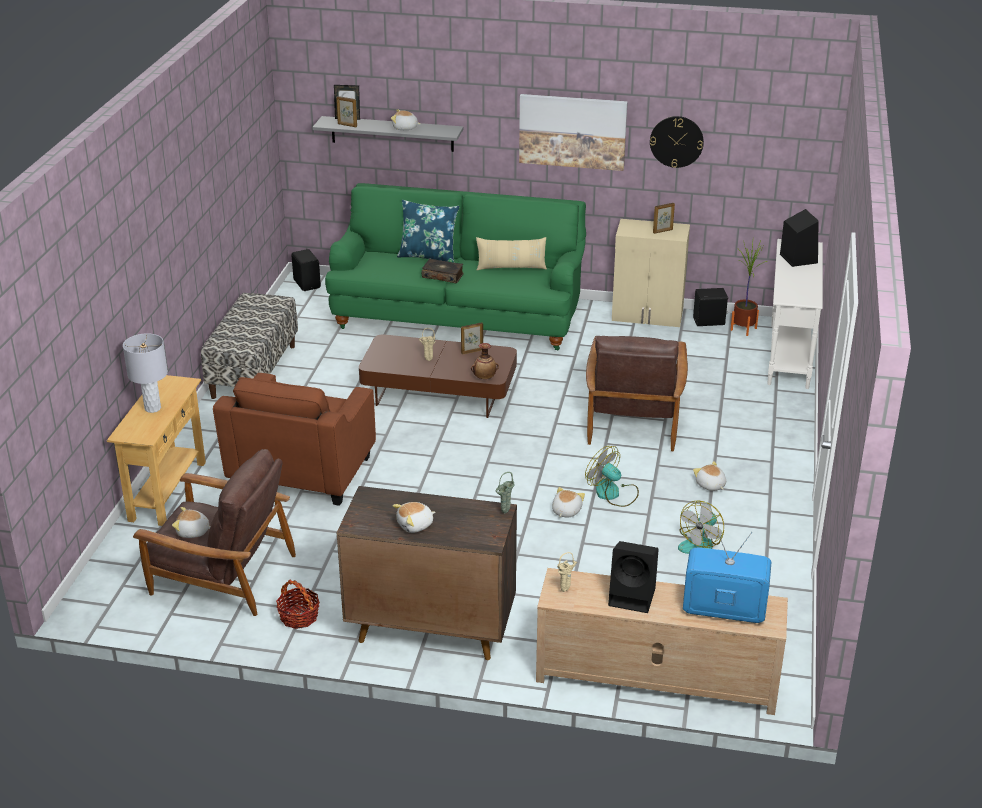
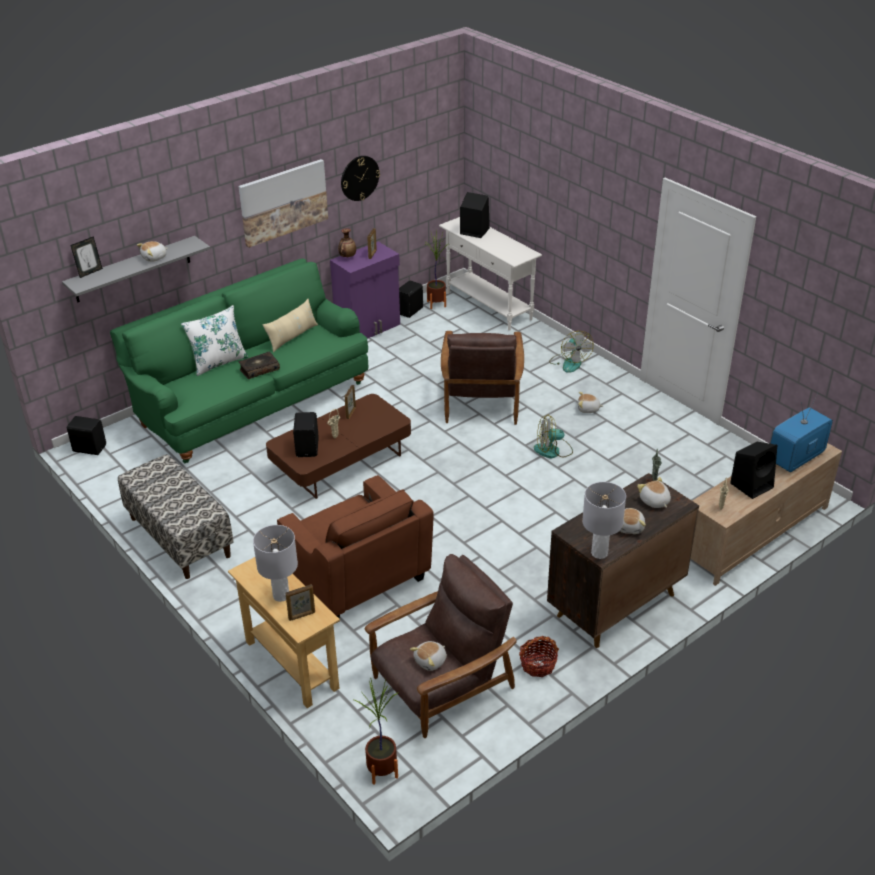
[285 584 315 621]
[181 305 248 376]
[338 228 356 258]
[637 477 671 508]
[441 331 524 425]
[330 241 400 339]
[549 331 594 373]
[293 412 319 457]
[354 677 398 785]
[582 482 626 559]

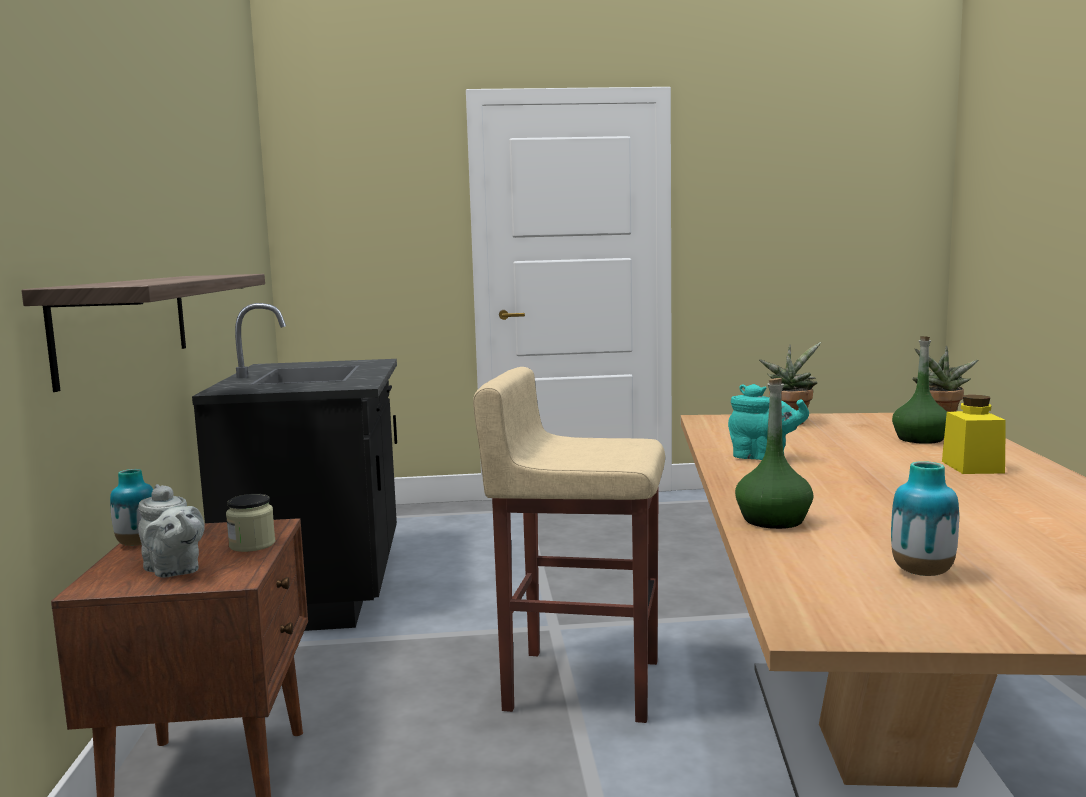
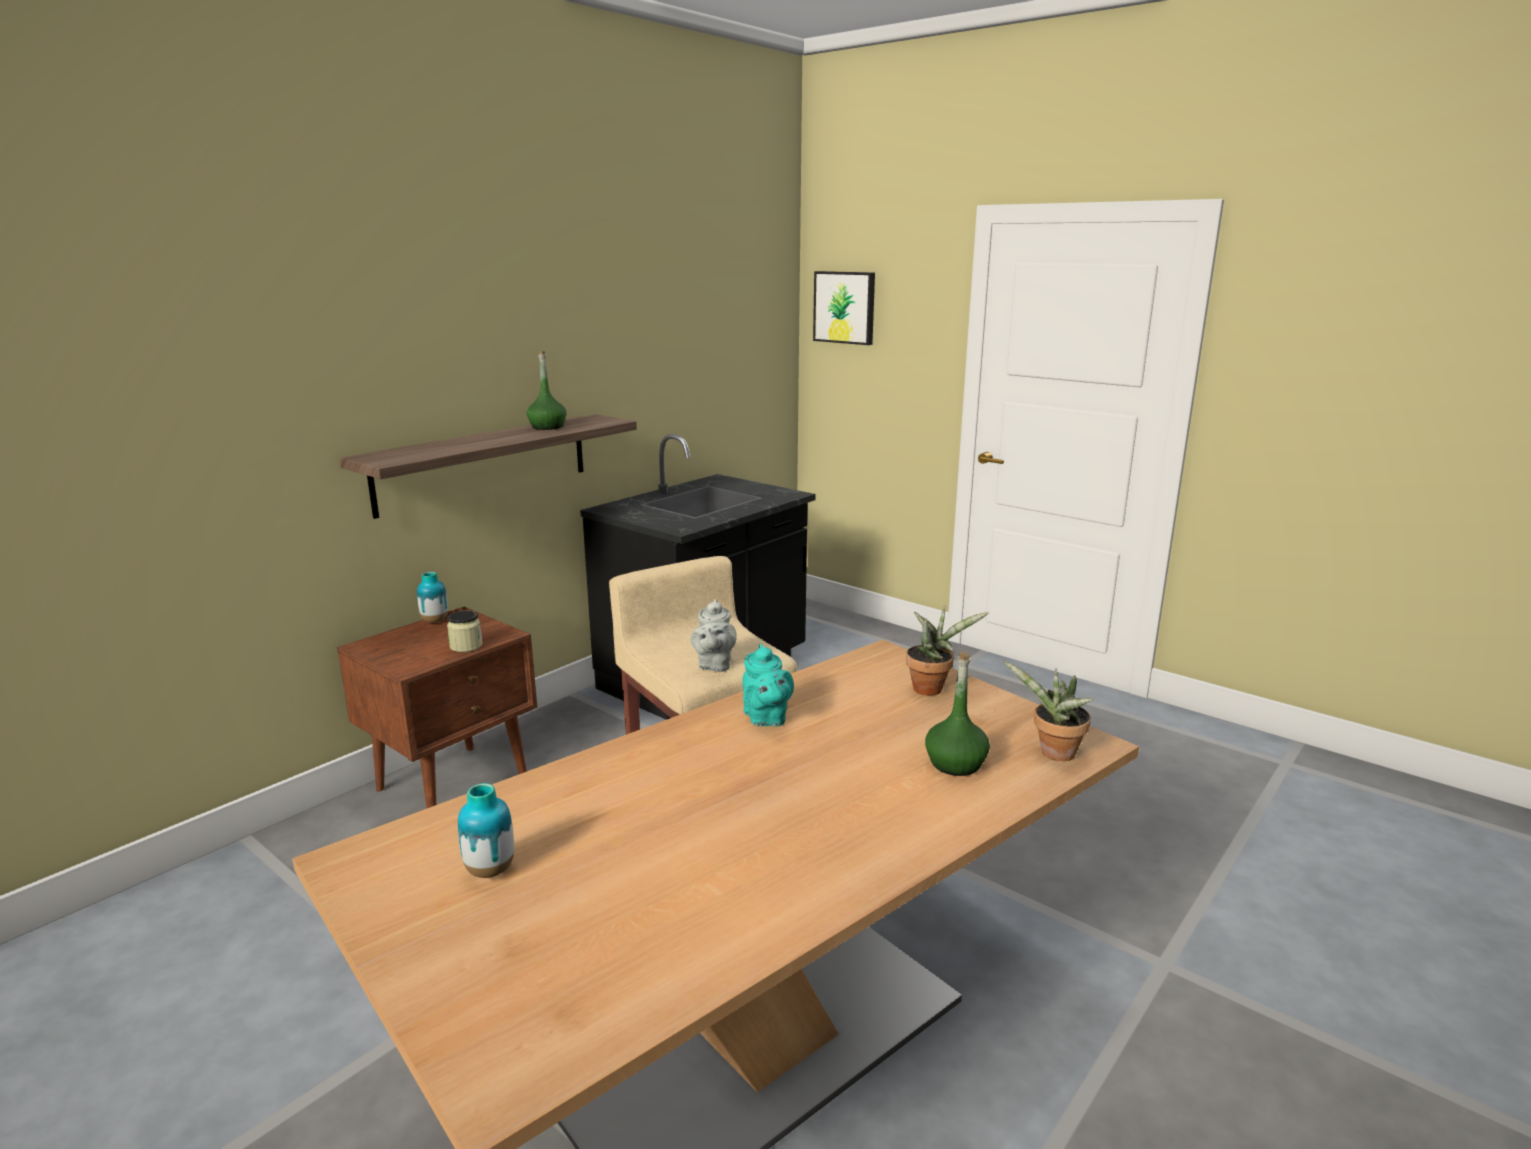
[691 599 737 672]
[526 351 567 430]
[942 395 1006 474] (first image)
[813 271 875 345]

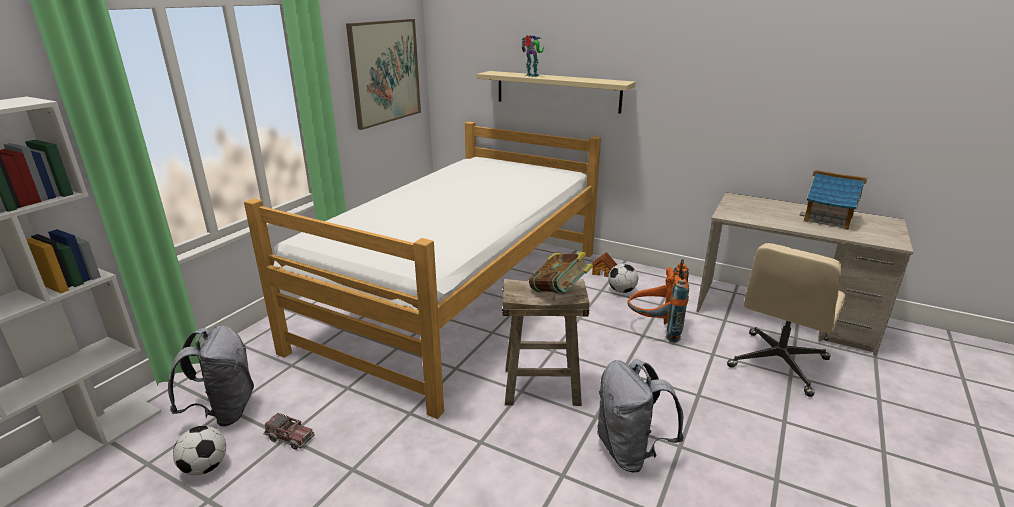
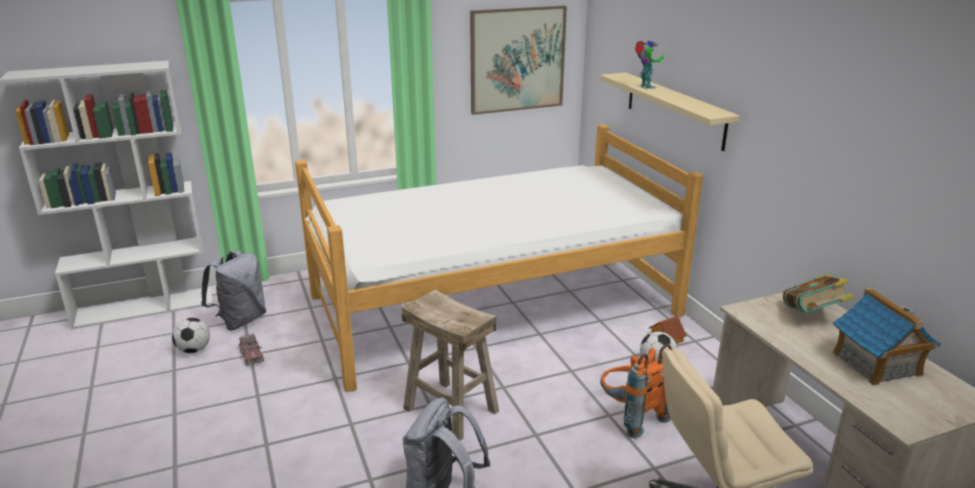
[783 274 854 313]

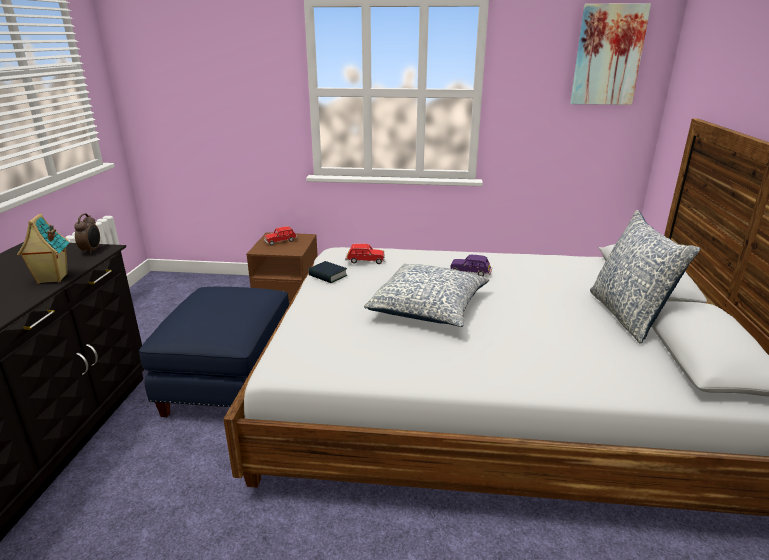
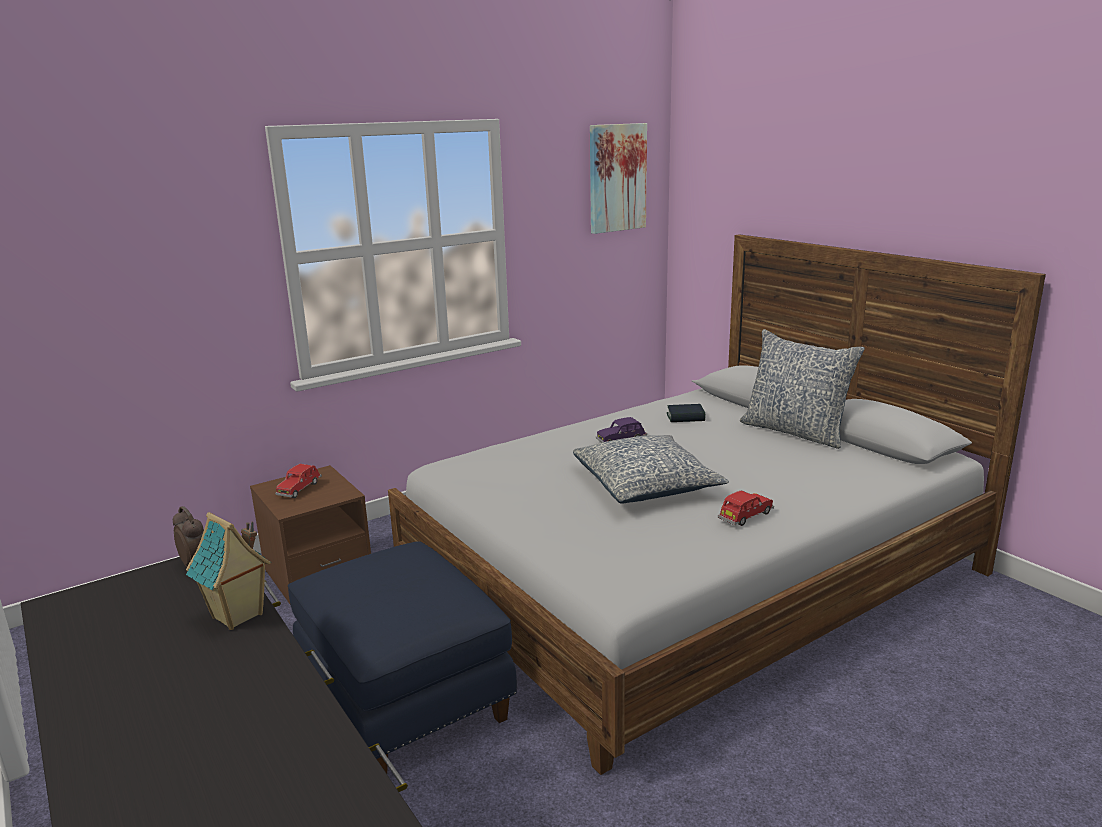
[667 404 705 422]
[718 490 774 526]

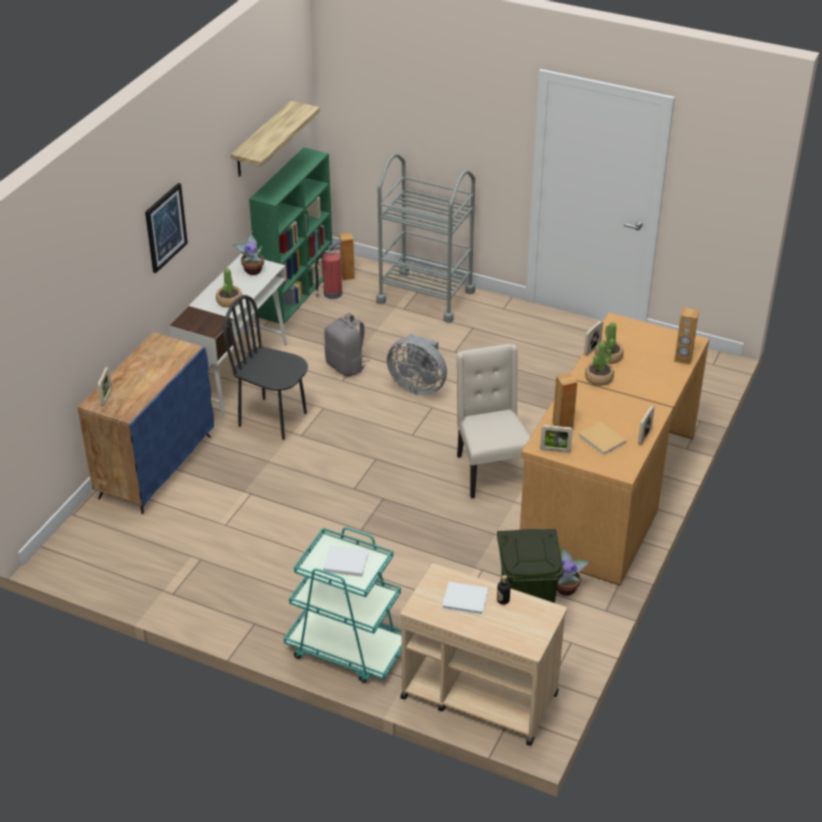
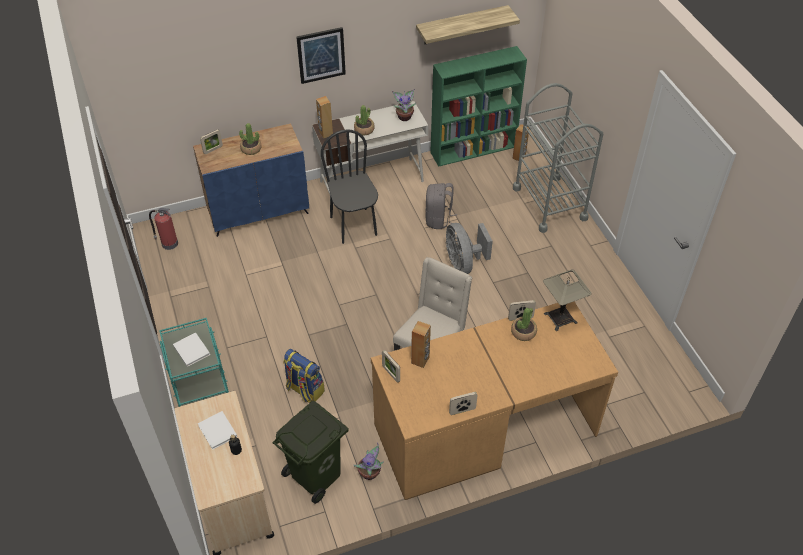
[149 208 178 250]
[578 422 626 456] (first image)
[239 123 262 155]
[316 96 333 139]
[283 349 325 403]
[543 270 592 331]

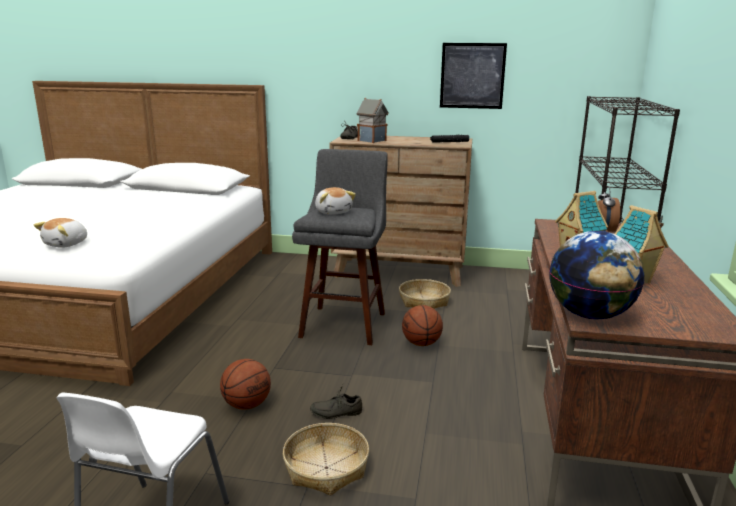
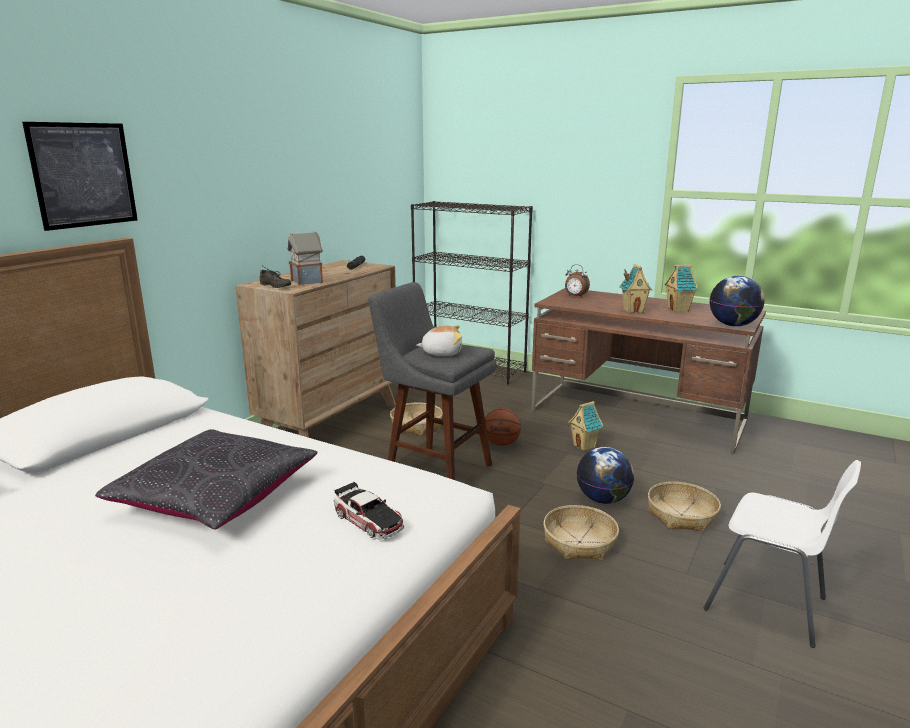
[334 482 404 540]
[544 505 619 560]
[577 447 634 504]
[22 122 138 231]
[95 429 318 530]
[568 401 603 451]

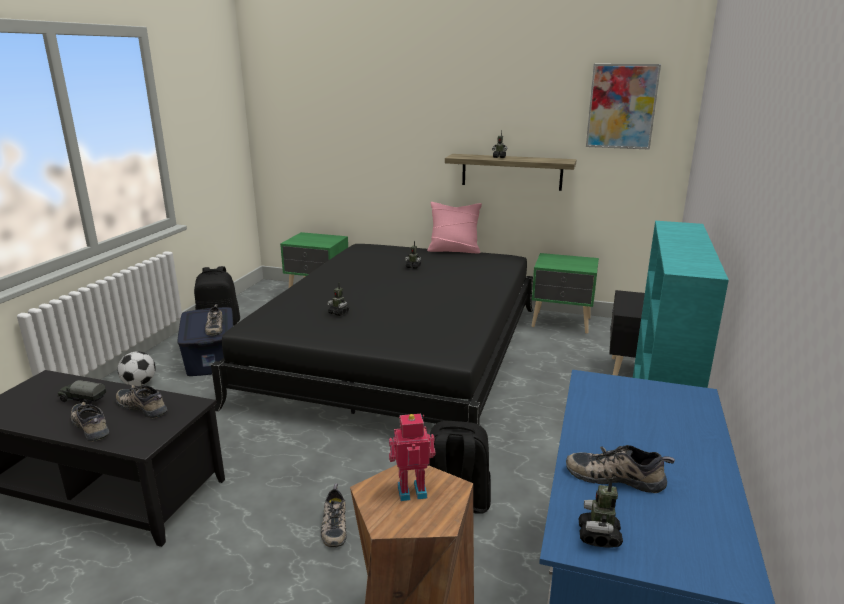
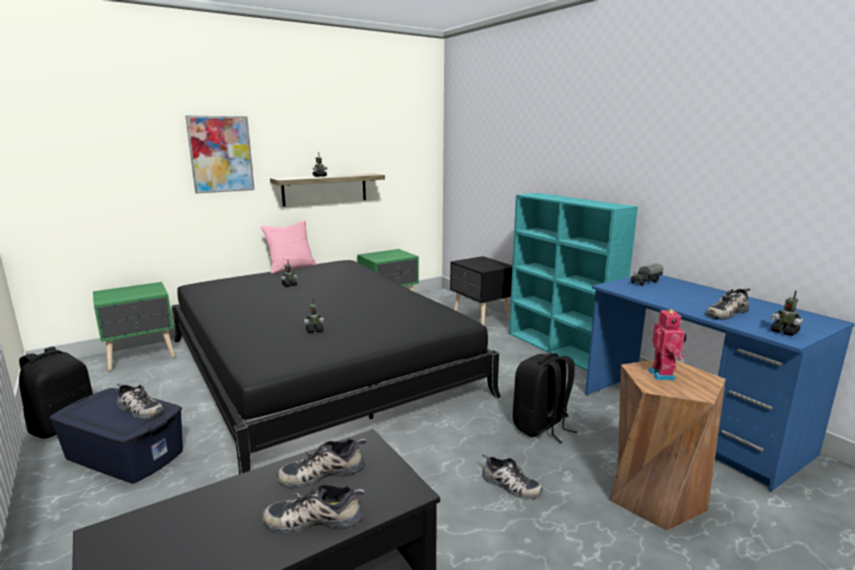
[630 264 663 286]
[117 351 156 386] (first image)
[648 308 687 380]
[185 115 255 193]

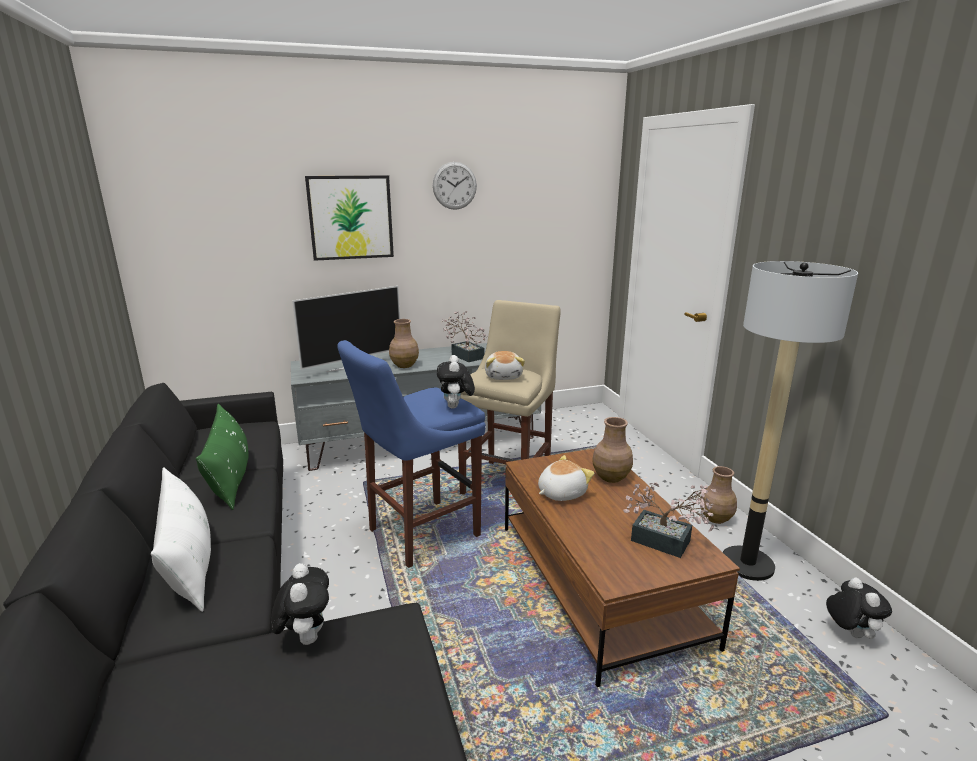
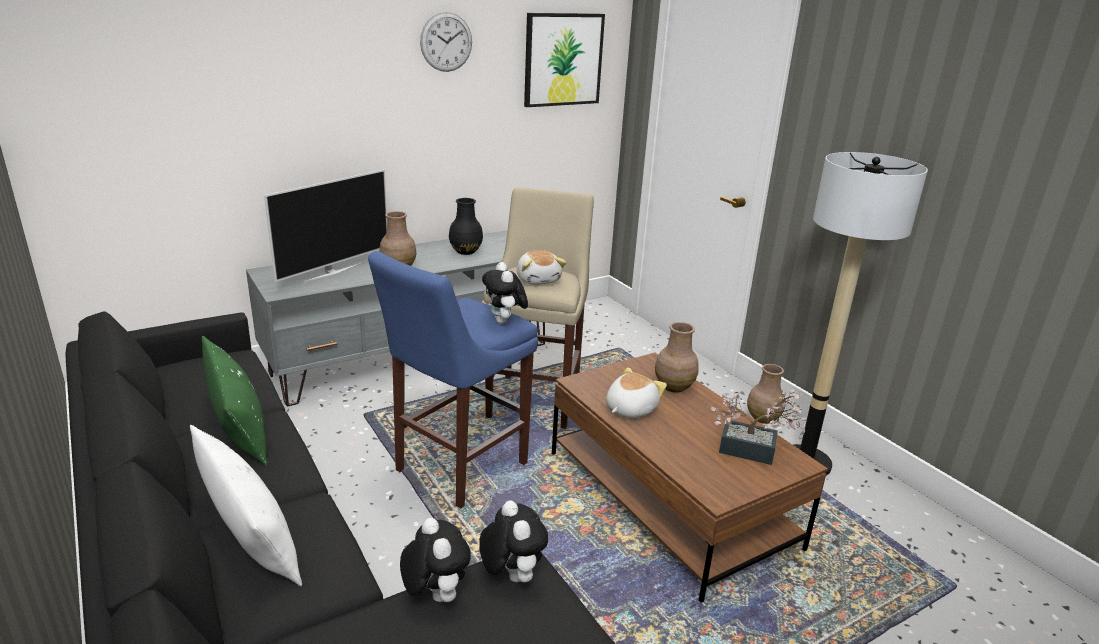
[524 13 605 107]
[449 198 483 255]
[479 501 548 583]

